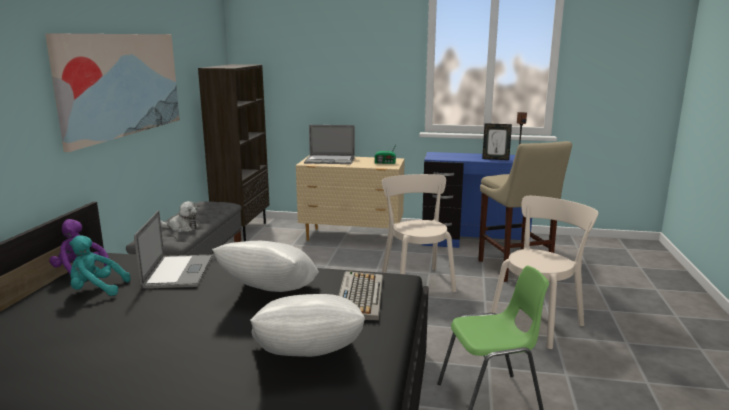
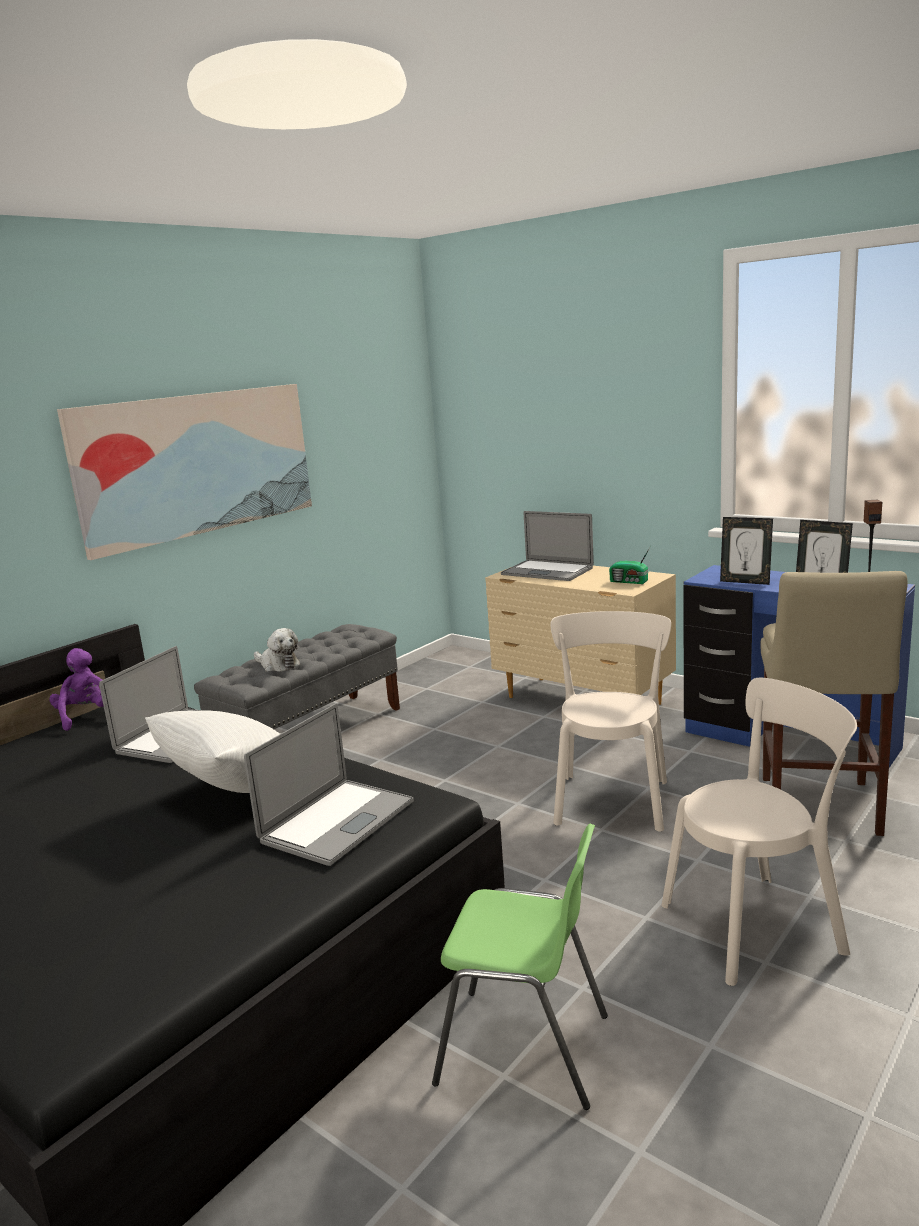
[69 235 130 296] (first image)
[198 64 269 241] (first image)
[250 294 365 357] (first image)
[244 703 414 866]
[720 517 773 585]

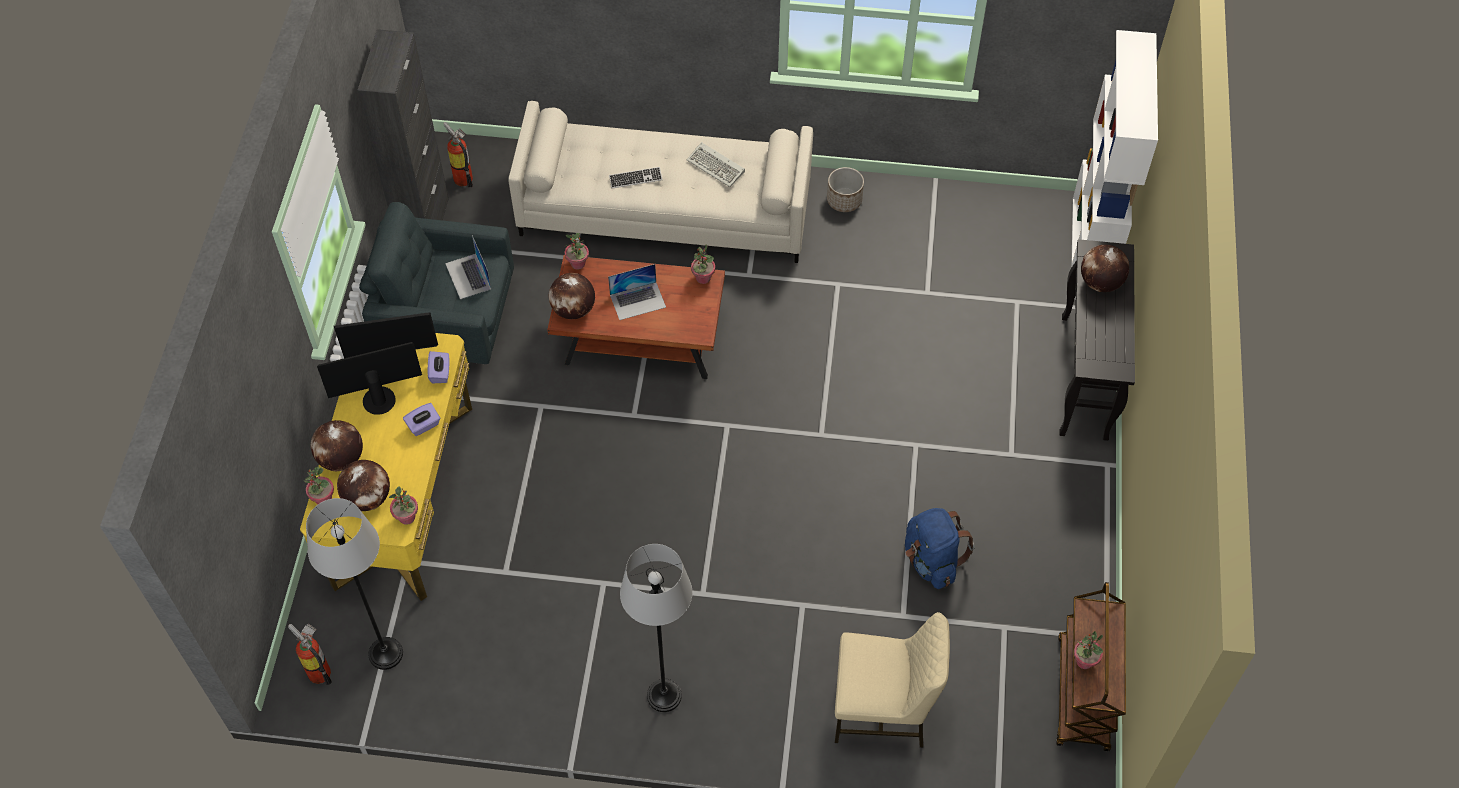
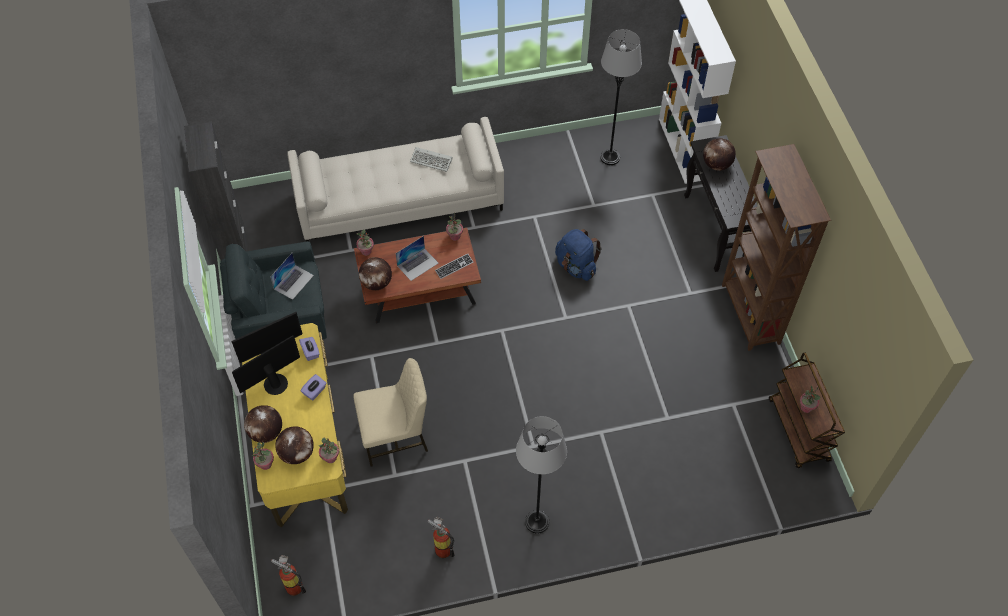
[600 29 642 165]
[428 517 455 558]
[270 253 314 300]
[435 253 473 279]
[827 167 864 212] (first image)
[353 358 428 467]
[555 229 602 281]
[722 144 831 351]

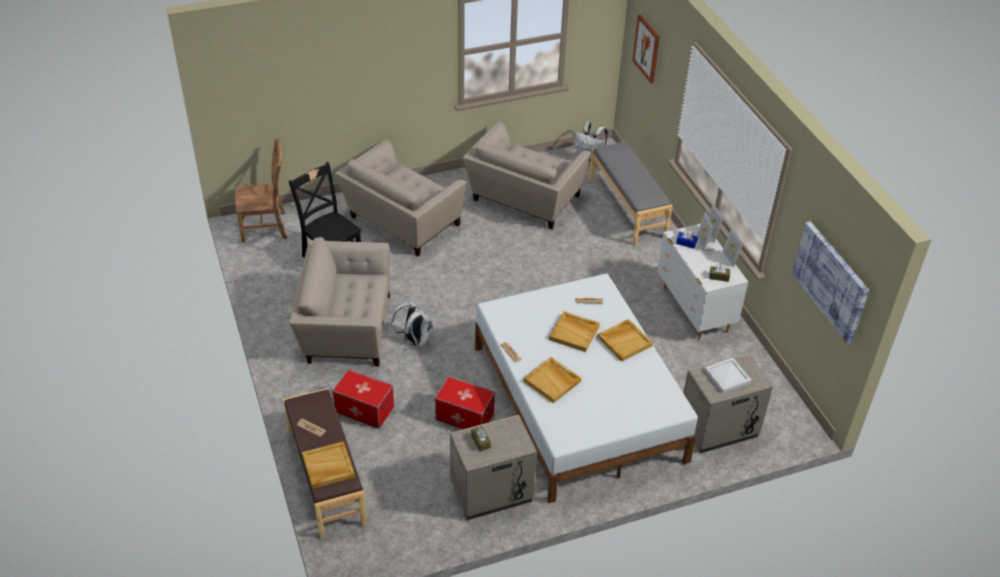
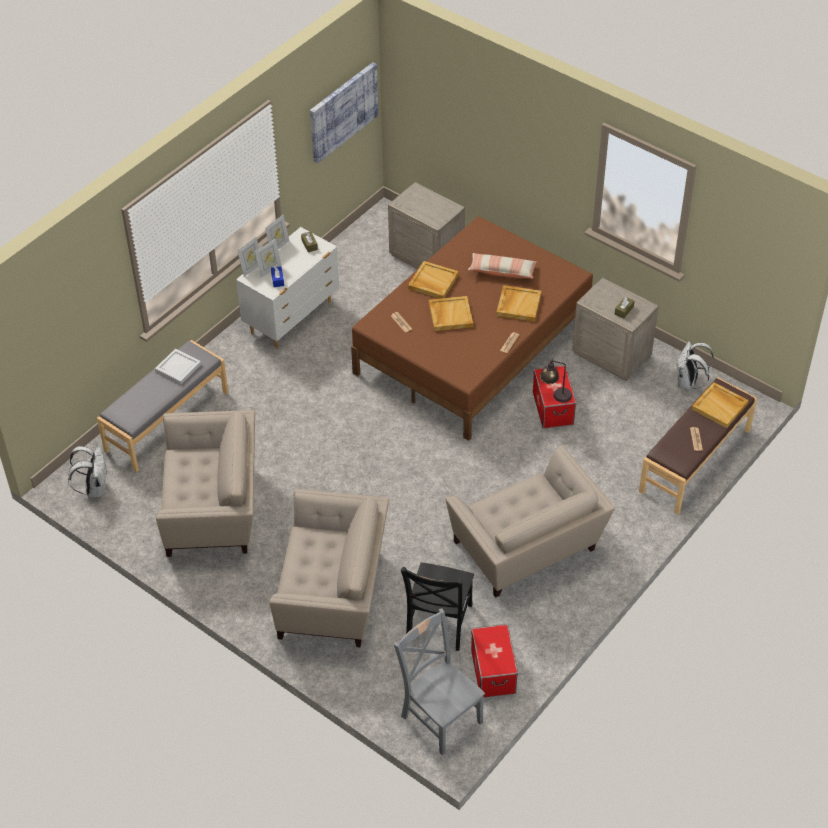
[393 608 485 755]
[471 624 518 698]
[677 341 714 390]
[351 216 593 441]
[633 14 660 83] (first image)
[155 349 201 384]
[468 253 537 279]
[540 359 572 402]

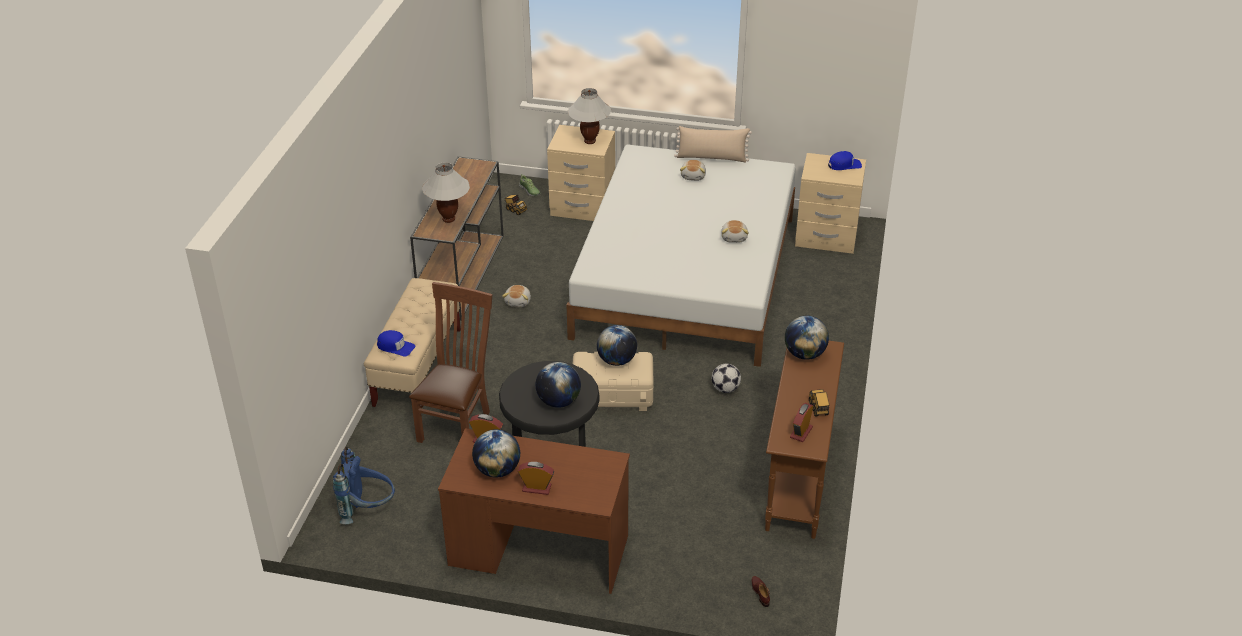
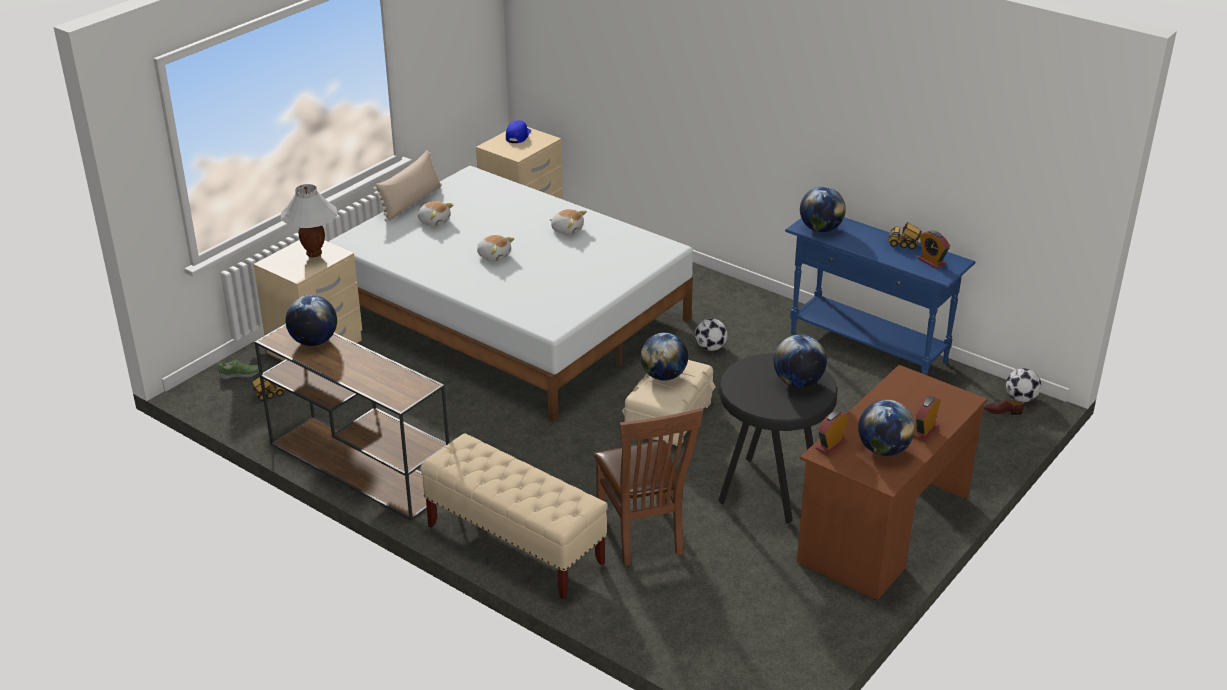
[333 447 395 524] (first image)
[377 330 415 357] (first image)
[594 408 703 566]
[422 163 470 223] (first image)
[477 235 514 262]
[785 217 976 375]
[285 295 337 346]
[1006 368 1041 402]

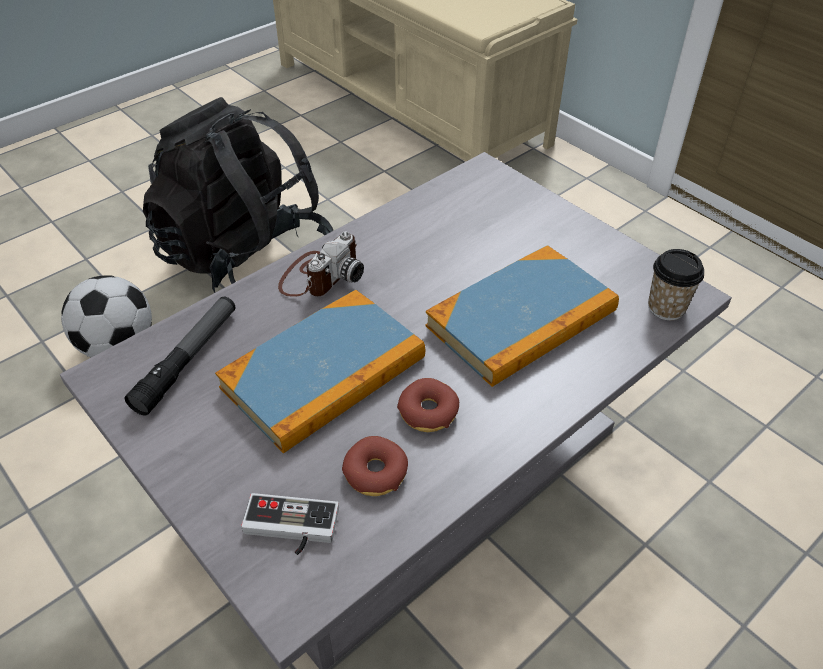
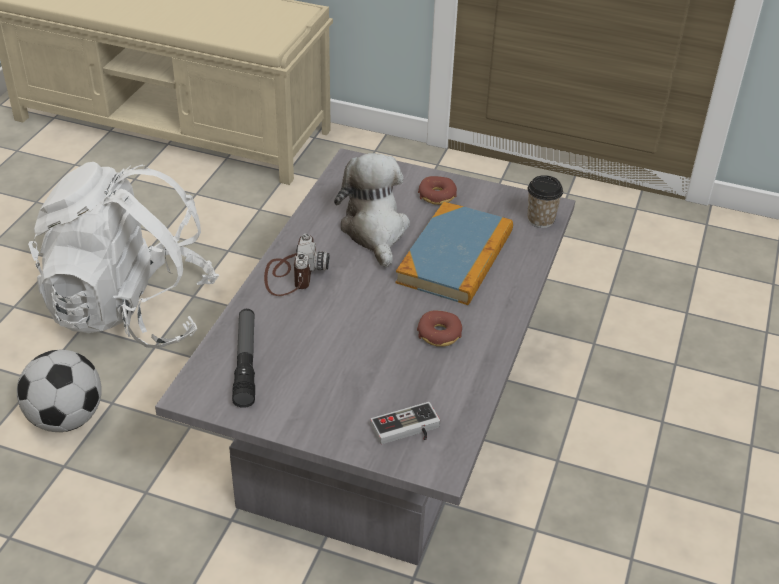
[28 162 219 348]
[215 290 425 453] (first image)
[418 176 457 205]
[334 153 410 268]

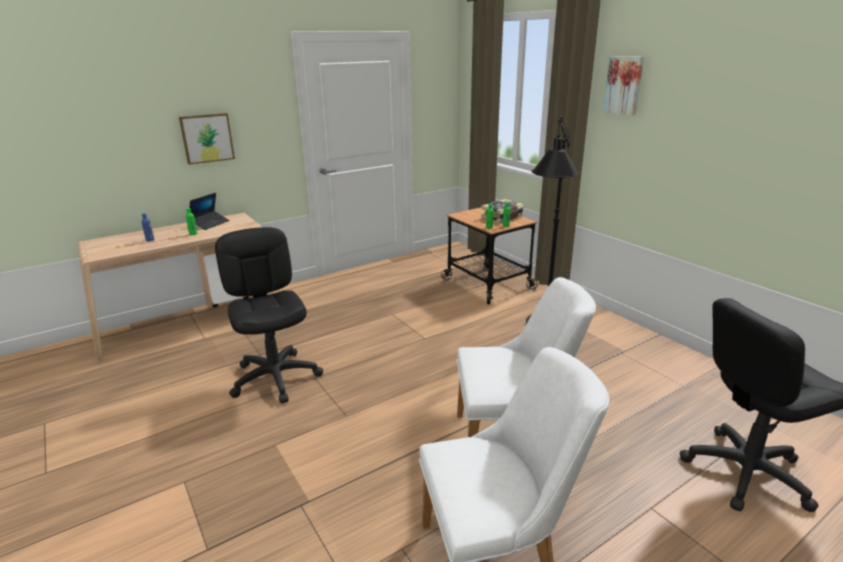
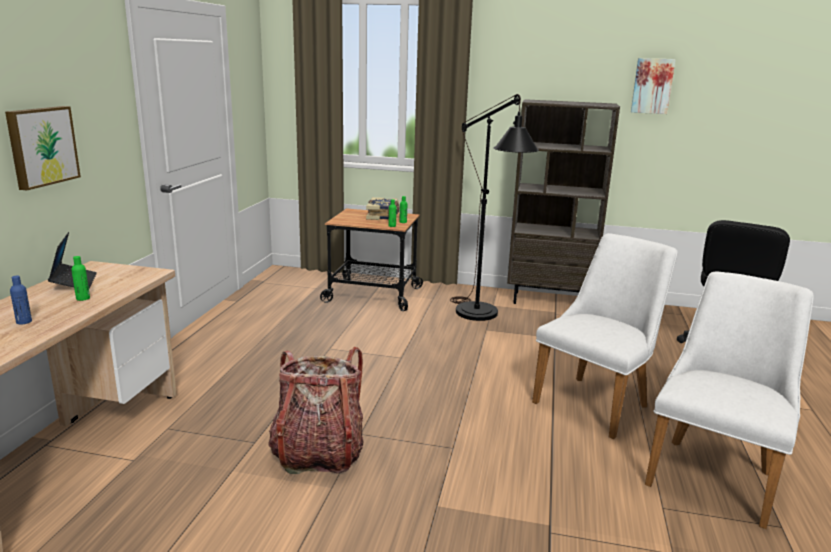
[269 347 363 474]
[631 58 676 114]
[507 99 620 304]

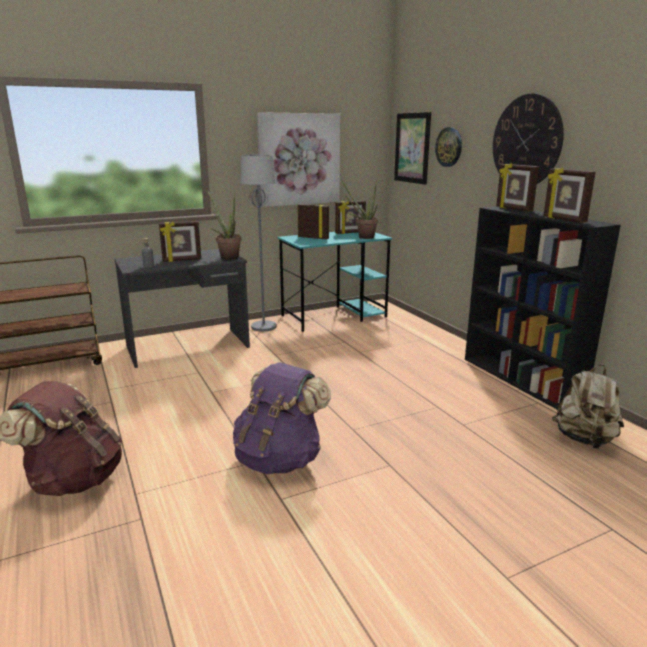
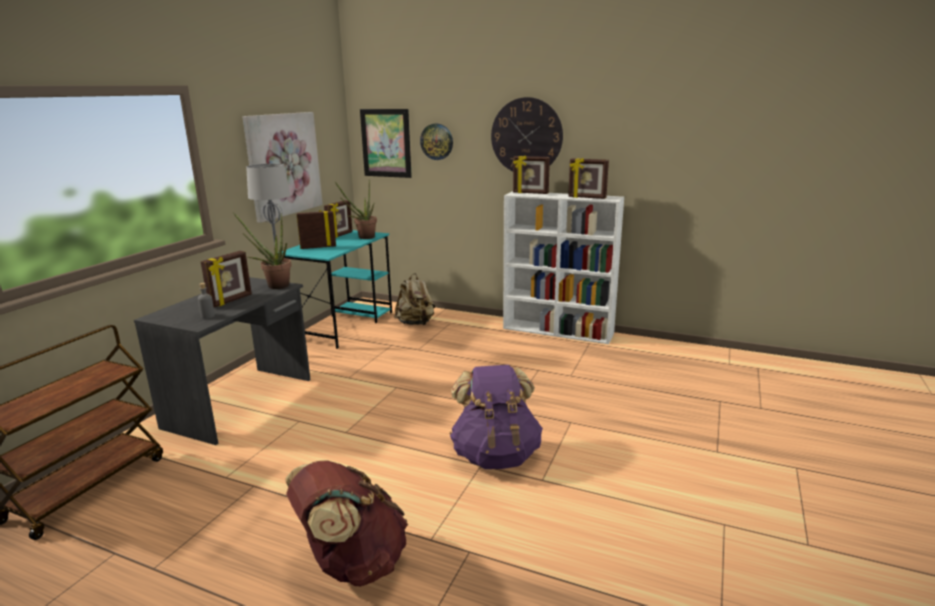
[503 191 624 344]
[394 273 435 325]

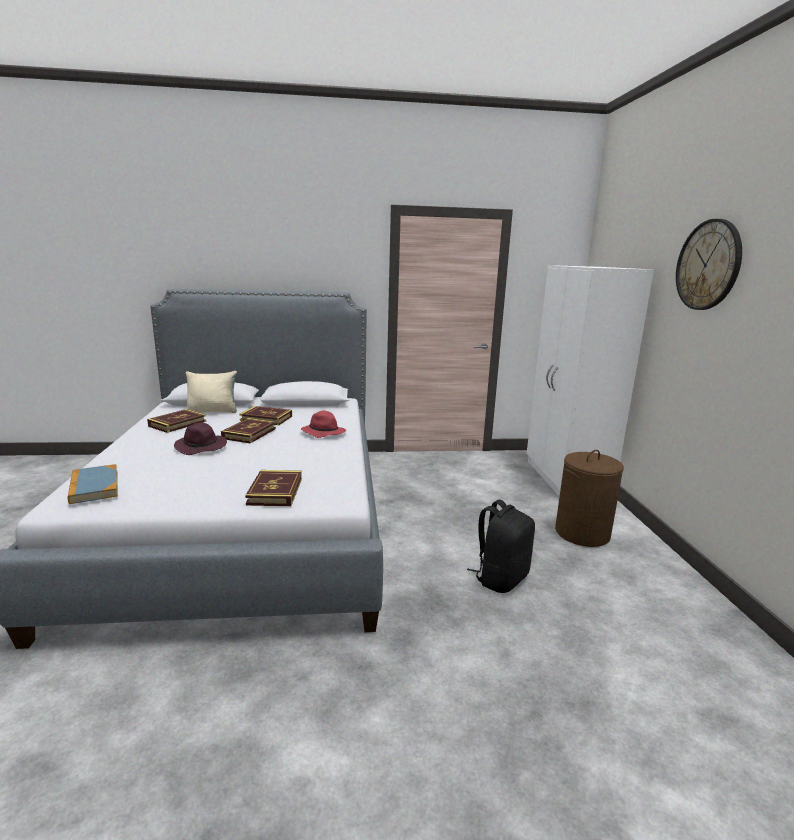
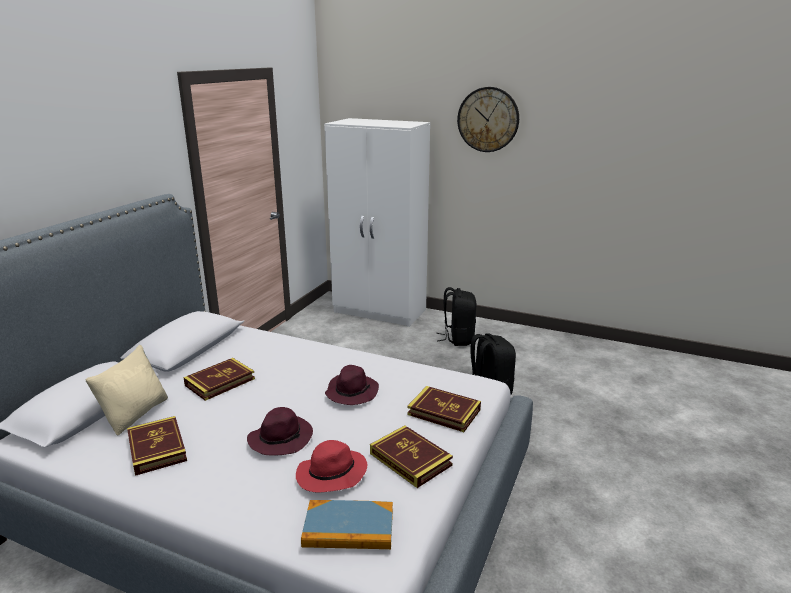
[370 425 453 488]
[296 440 367 492]
[436 287 476 346]
[325 365 379 405]

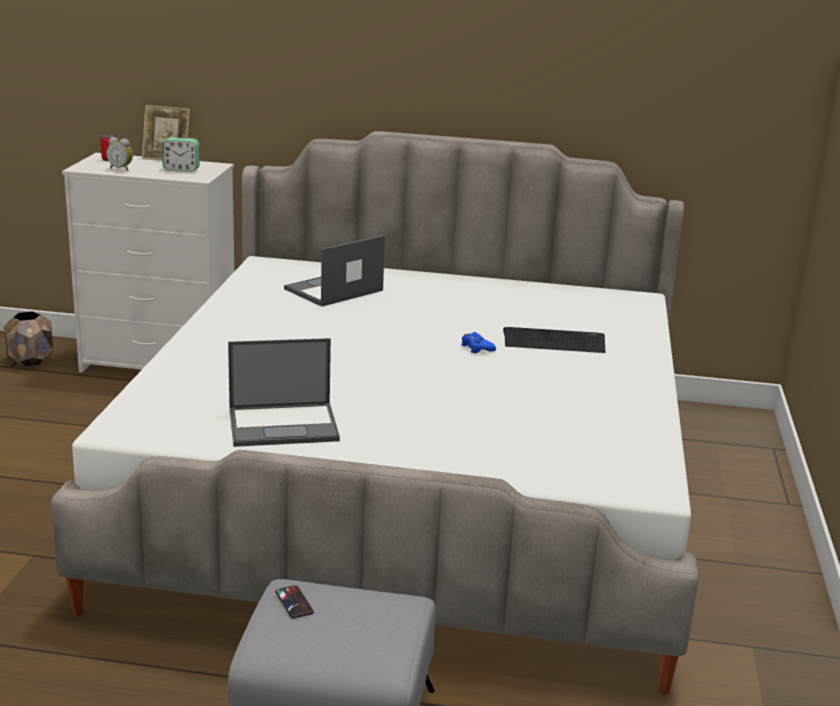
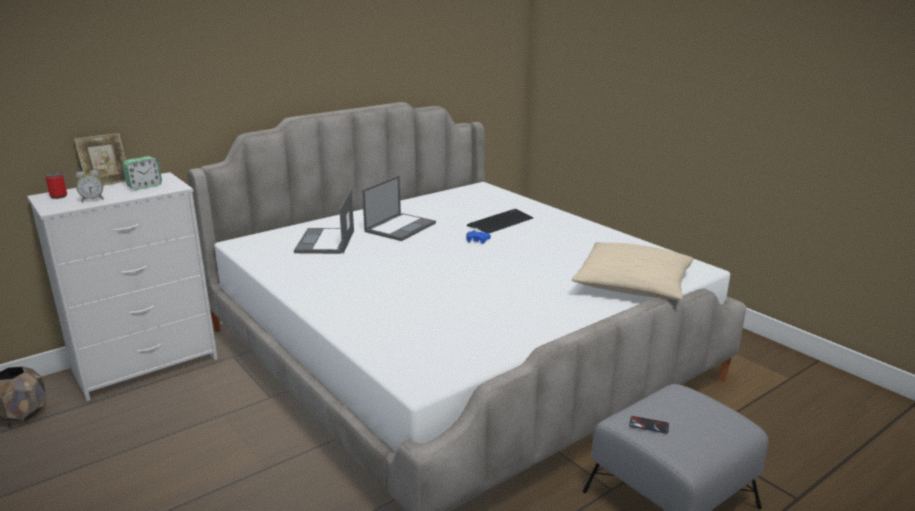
[362 176 436 241]
[572 242 693 300]

